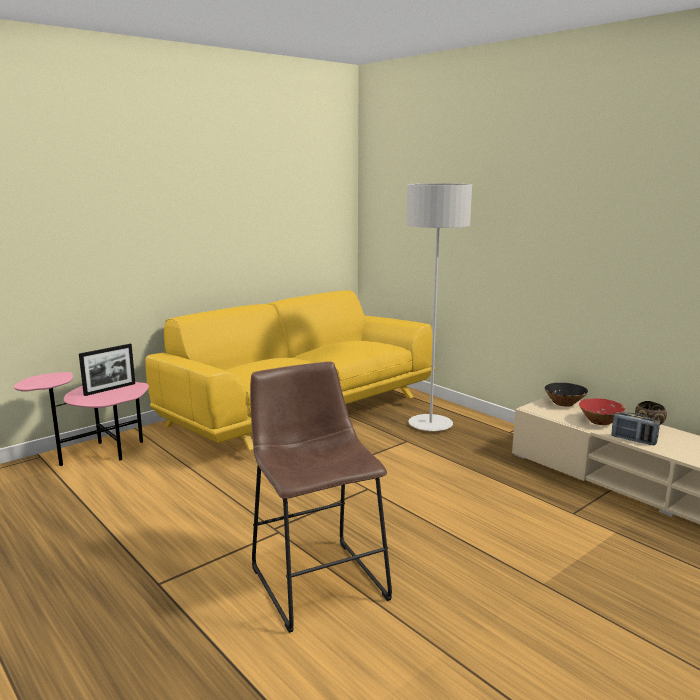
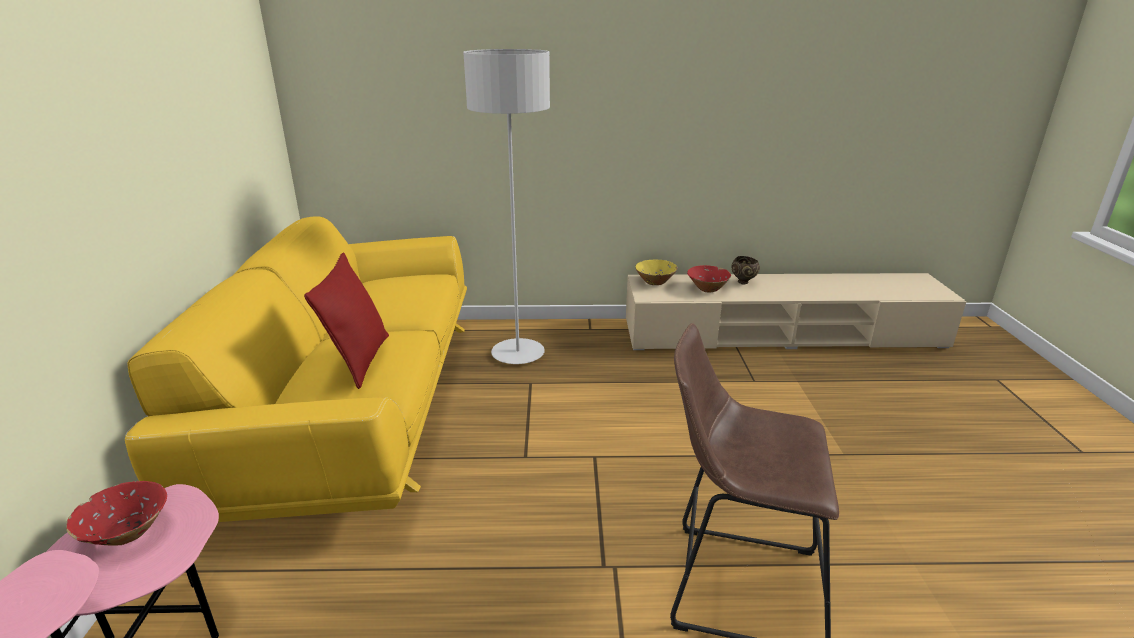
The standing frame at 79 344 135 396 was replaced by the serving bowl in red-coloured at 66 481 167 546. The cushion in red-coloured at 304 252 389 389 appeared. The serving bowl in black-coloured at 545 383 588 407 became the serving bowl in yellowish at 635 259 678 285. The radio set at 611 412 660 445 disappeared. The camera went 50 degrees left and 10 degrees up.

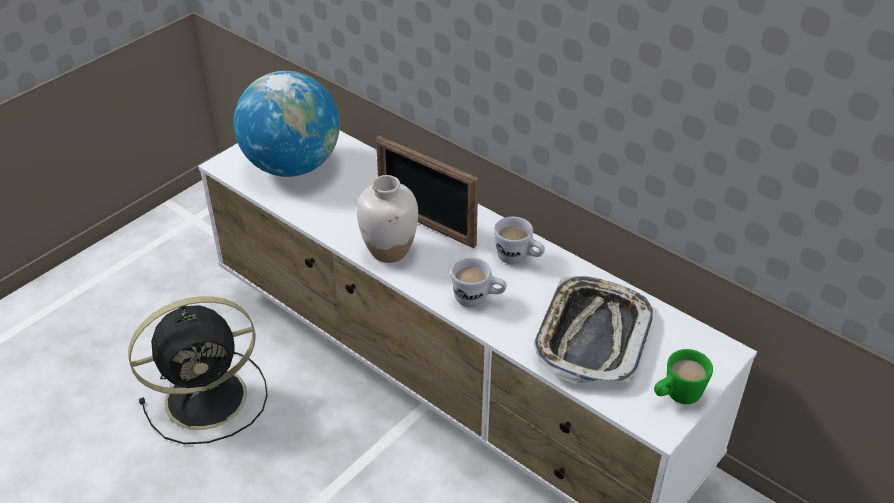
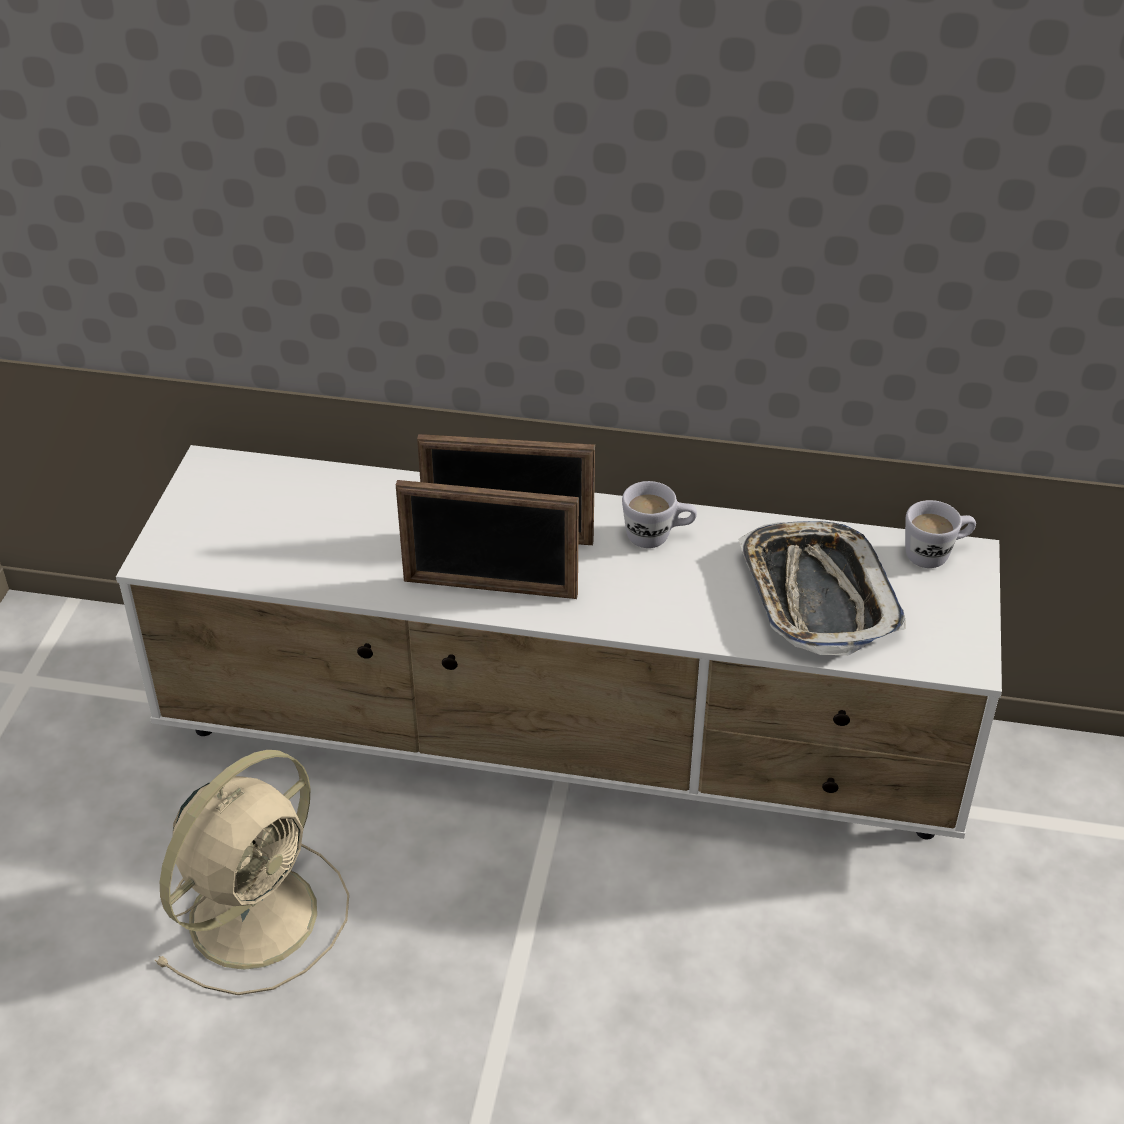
The cooling fan in black-coloured at 128 296 268 445 became the cooling fan in beige-coloured at 155 750 349 995. The decorative vase in whitish at 357 175 418 263 was replaced by the standing frame at 396 480 579 599. The tea mug in whitish moved from 451 257 506 307 to 905 500 976 568. The desk globe at 234 71 340 177 disappeared. The tea mug in greenish at 654 349 713 404 disappeared. The camera went 30 degrees left and 0 degrees up.

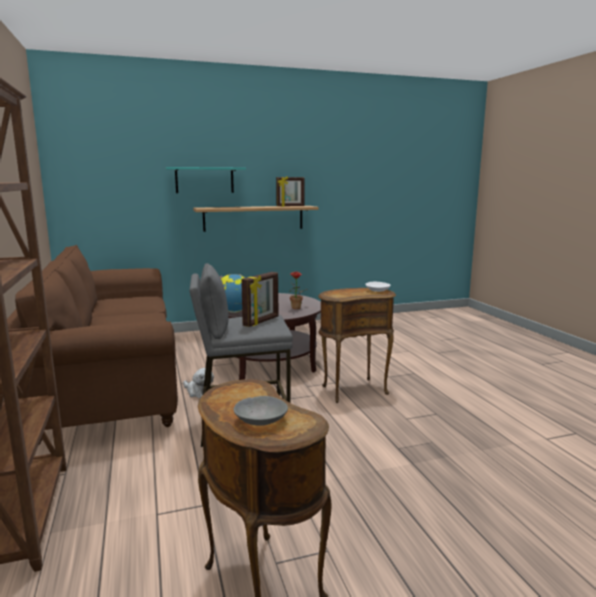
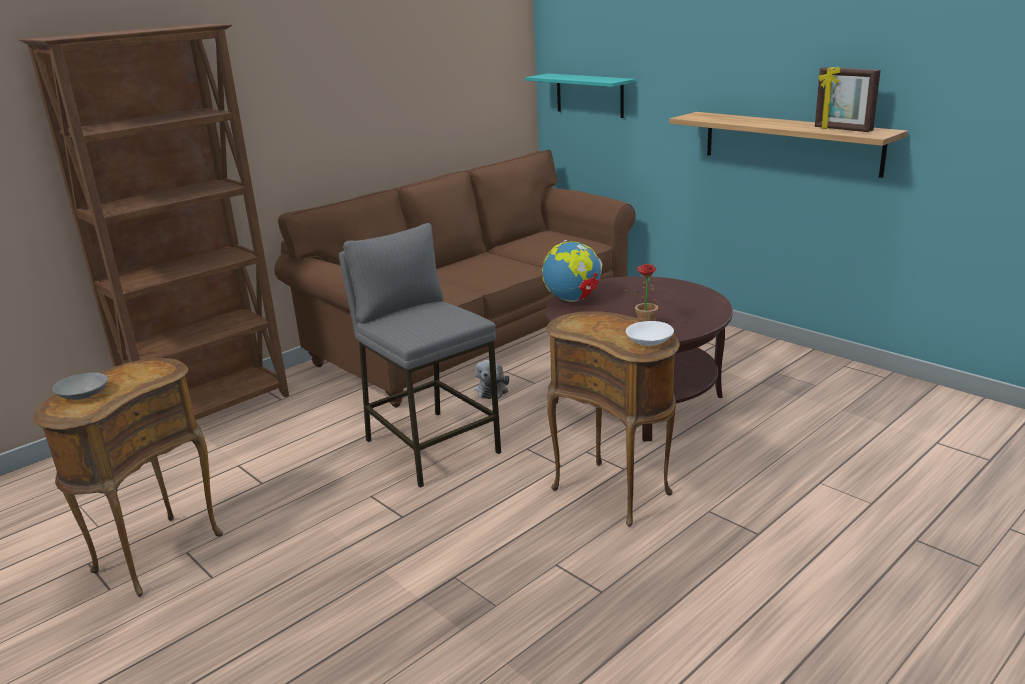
The wall shelf in turquoise moved from 165 167 246 193 to 525 73 635 118. The standing frame at 241 272 279 327 disappeared. The camera went 65 degrees right and 10 degrees up.

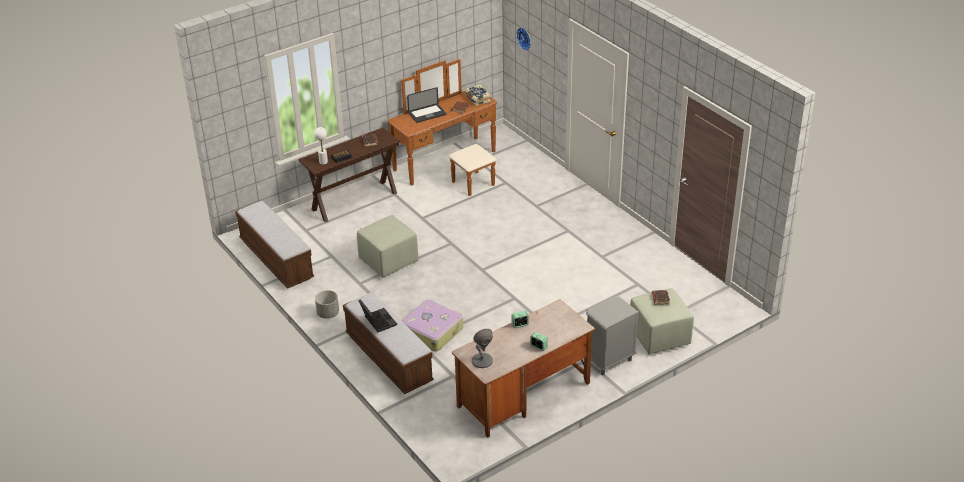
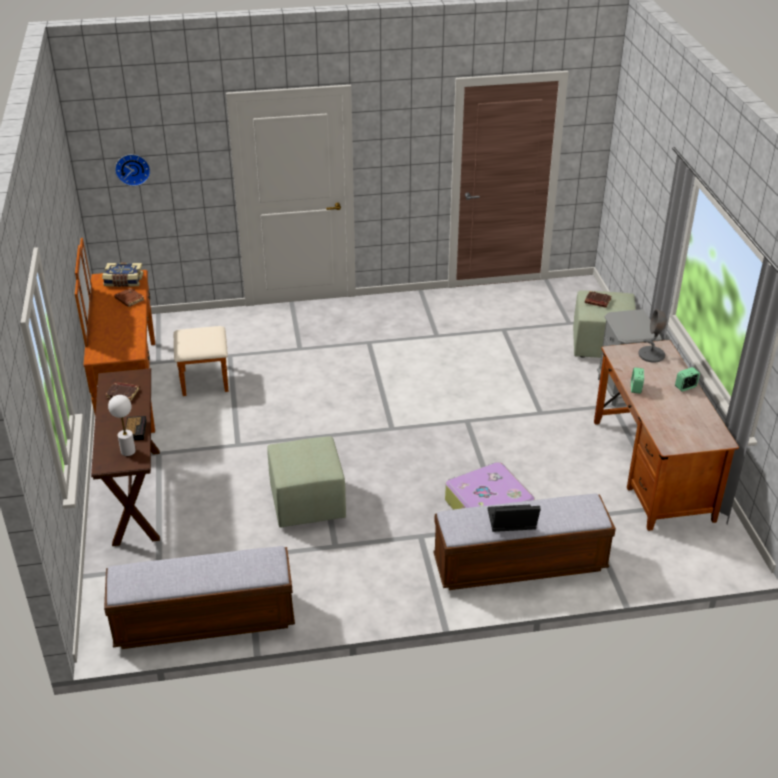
The table lamp in greyish moved from 472 329 493 368 to 638 309 667 363. The flower pot in greyish at 315 290 339 319 disappeared. The laptop at 407 87 446 123 disappeared. The camera went 65 degrees left and 0 degrees up.

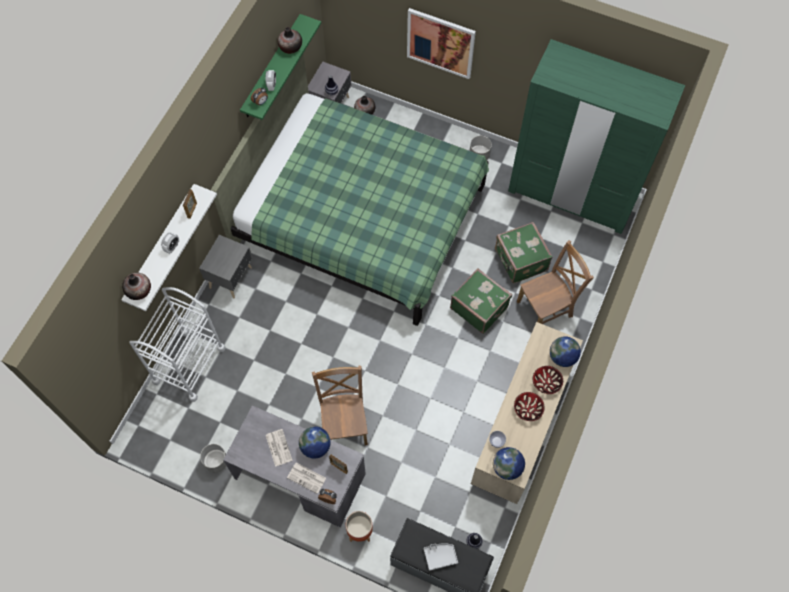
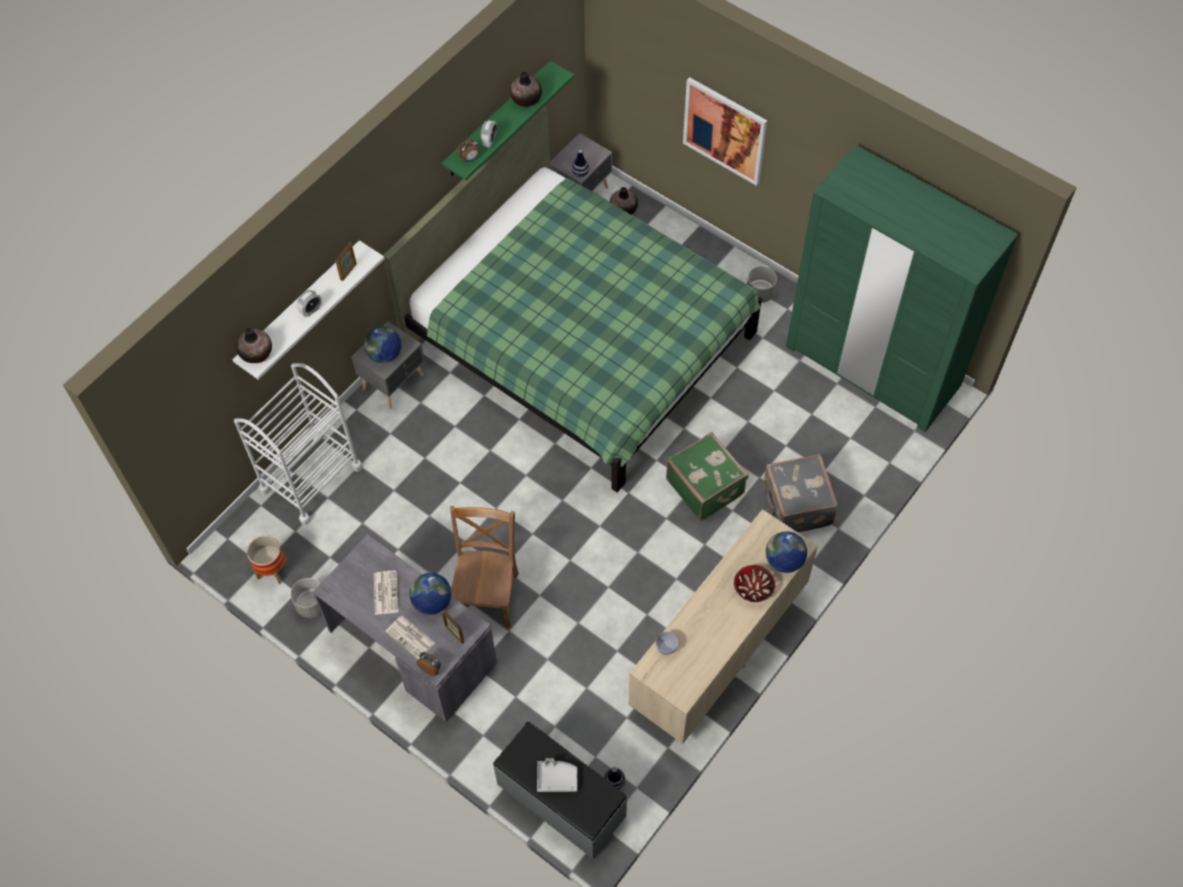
The flower pot moved from 346 511 373 542 to 247 535 289 584. The desk globe moved from 493 447 525 480 to 364 326 401 363. The plain chair in brown at 517 240 594 324 was replaced by the piece of luggage in greyish at 763 454 838 532. The piece of luggage in greenish at 495 222 552 283 disappeared. The serving bowl at 514 392 545 421 disappeared. The camera went 15 degrees right and 5 degrees down.

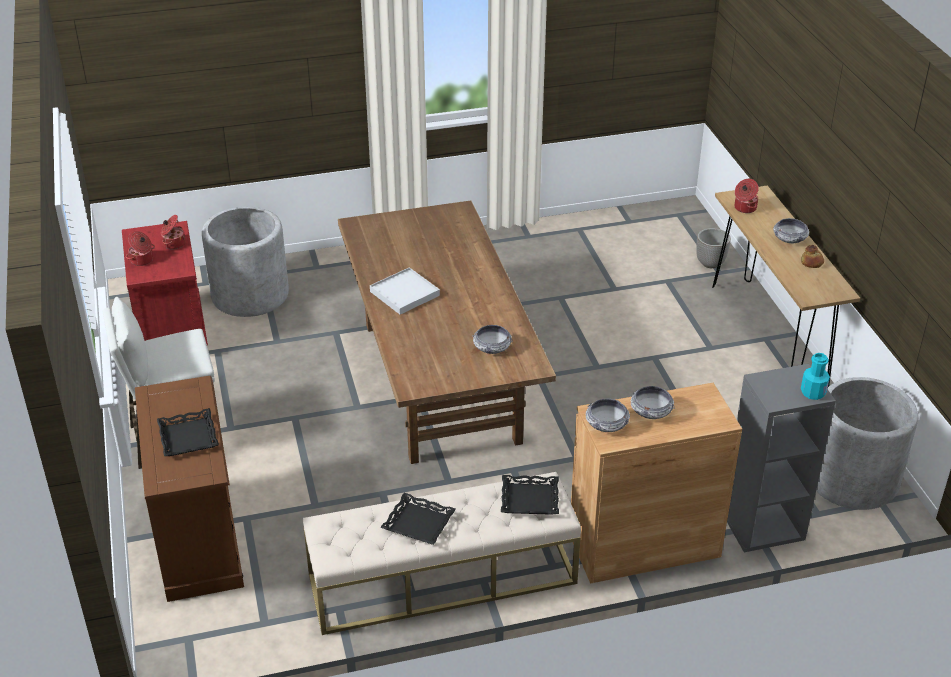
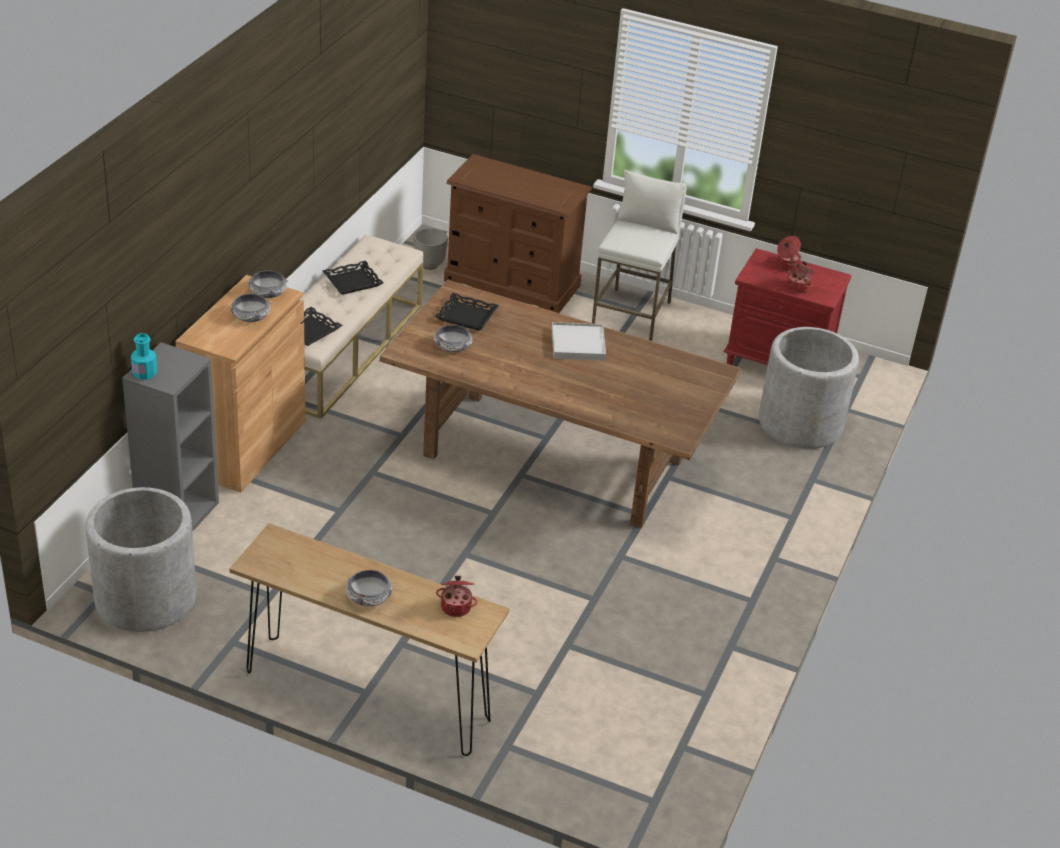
The flower pot moved from 696 228 731 268 to 413 228 448 270. The serving tray in black-coloured moved from 157 408 219 456 to 435 293 499 330. The bakery bread at 801 245 824 268 disappeared. The camera went 125 degrees right and 0 degrees up.

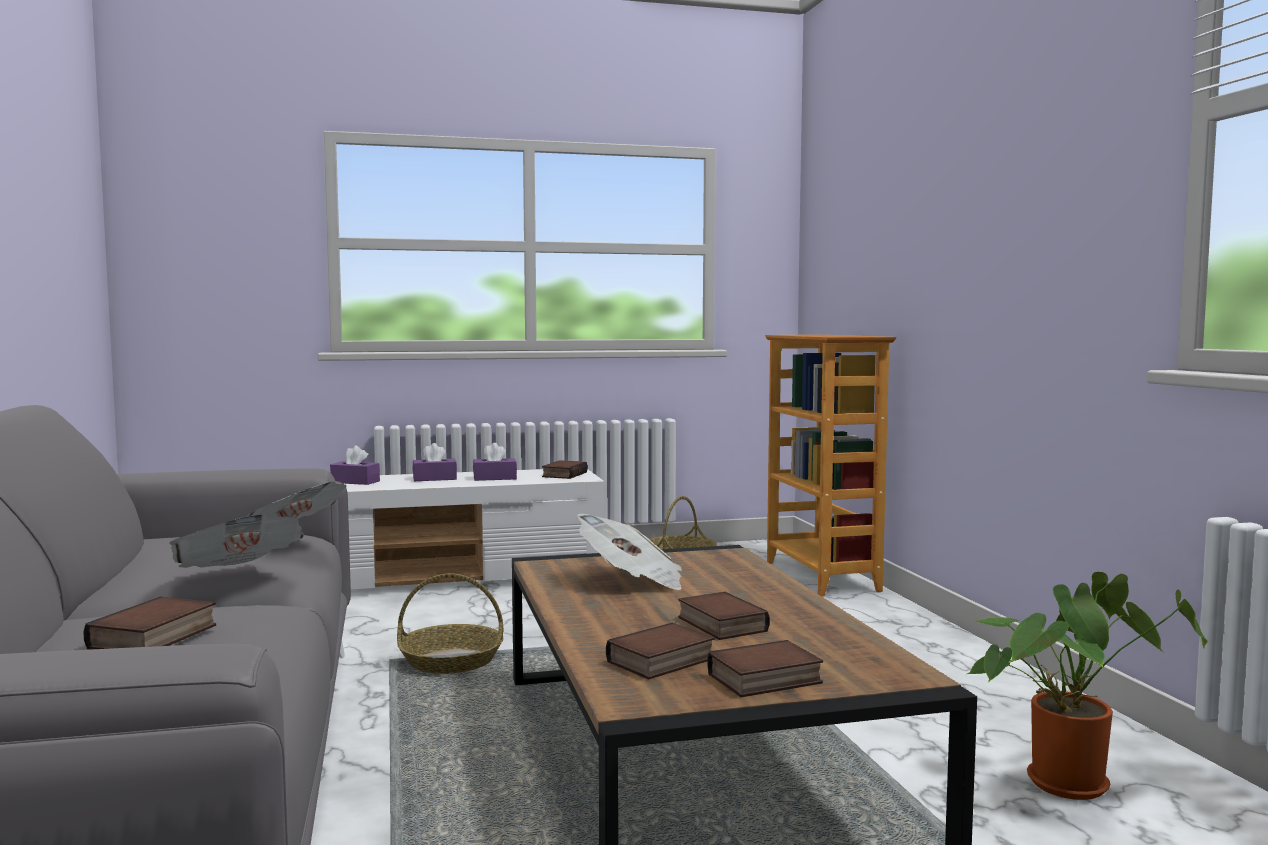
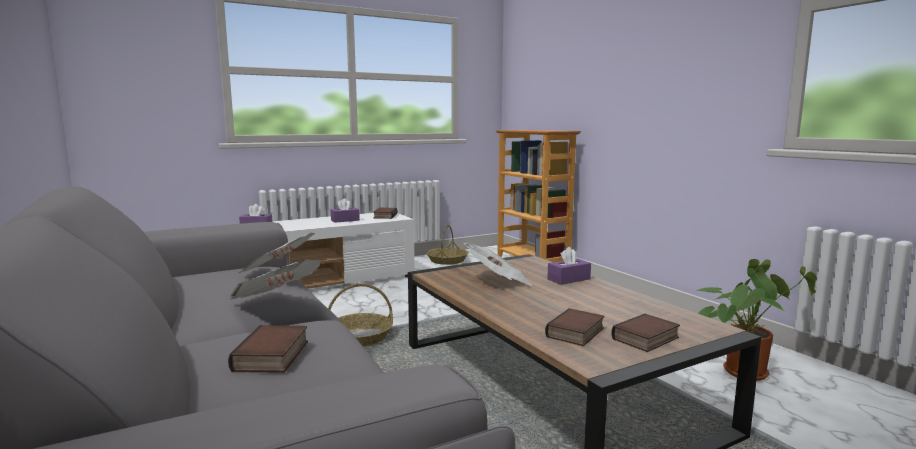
The tissue box in purple-coloured moved from 412 443 457 481 to 547 247 591 285. The bound book at 678 592 770 640 disappeared. The camera went 15 degrees left and 5 degrees up.

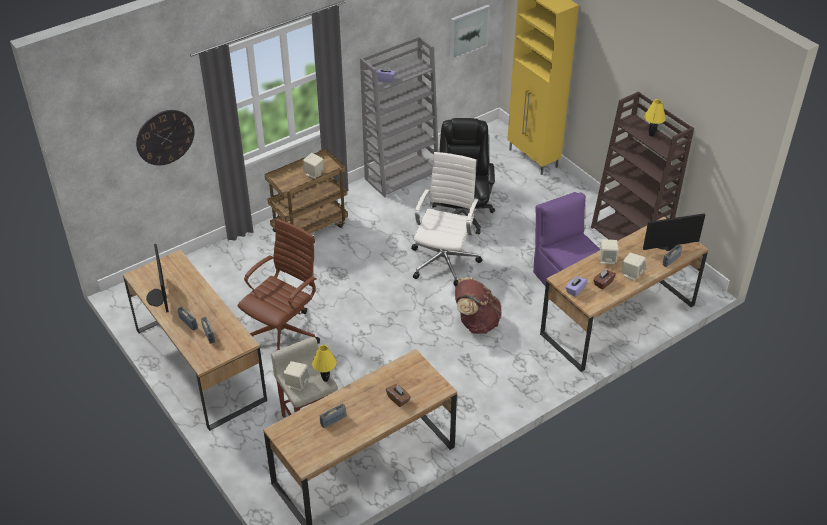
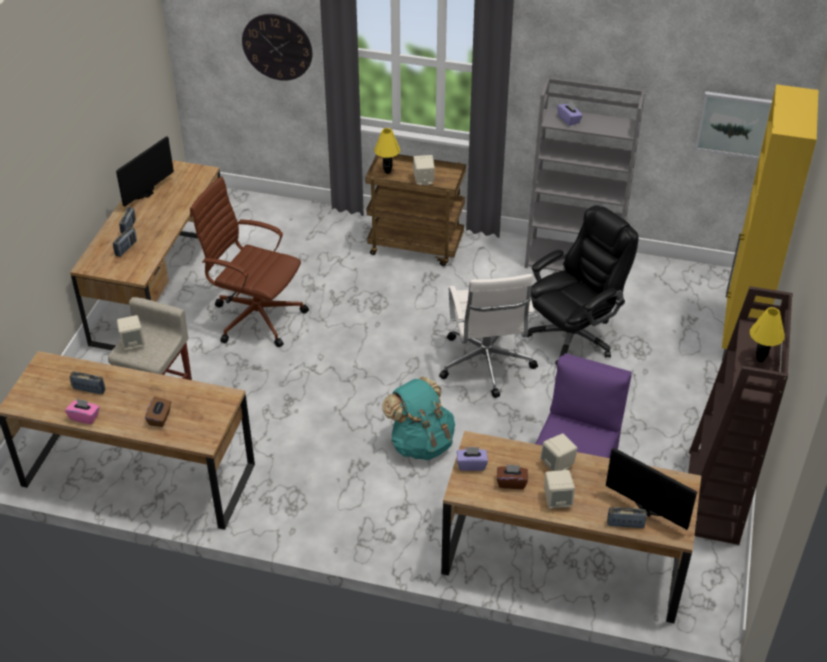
The tissue box in pinkish at 65 398 100 424 appeared. The computer chair in brown at 238 219 320 350 turned 150 degrees counterclockwise. The table lamp in yellowish moved from 312 345 337 382 to 374 128 400 174. The knapsack in brown at 455 277 501 334 became the knapsack in turquoise at 382 376 455 460. The computer chair in whitish at 411 152 482 287 turned 105 degrees clockwise. The camera went 50 degrees right and 0 degrees up.

